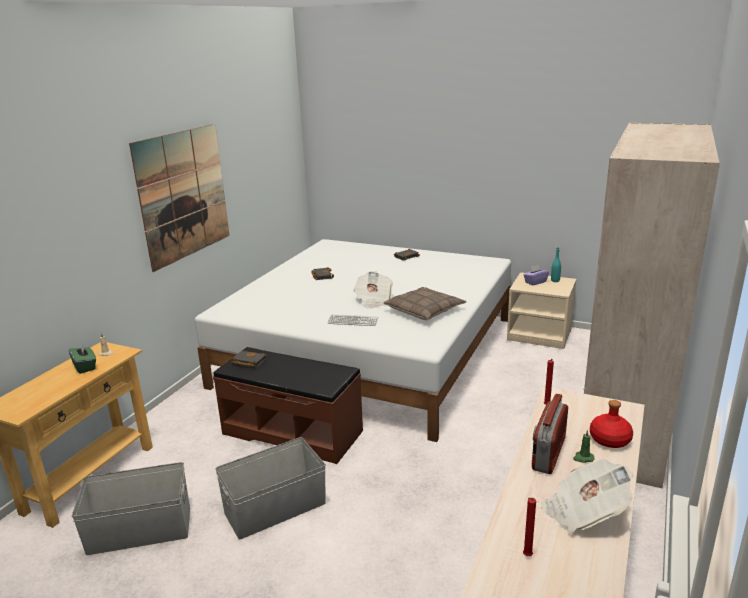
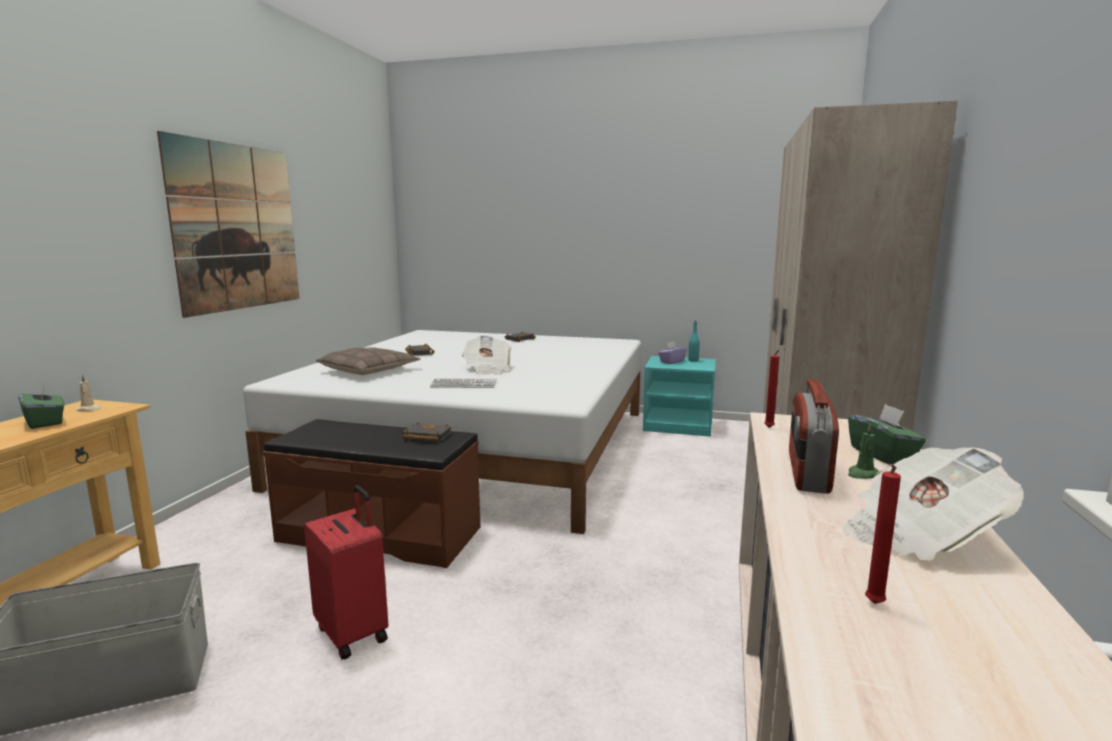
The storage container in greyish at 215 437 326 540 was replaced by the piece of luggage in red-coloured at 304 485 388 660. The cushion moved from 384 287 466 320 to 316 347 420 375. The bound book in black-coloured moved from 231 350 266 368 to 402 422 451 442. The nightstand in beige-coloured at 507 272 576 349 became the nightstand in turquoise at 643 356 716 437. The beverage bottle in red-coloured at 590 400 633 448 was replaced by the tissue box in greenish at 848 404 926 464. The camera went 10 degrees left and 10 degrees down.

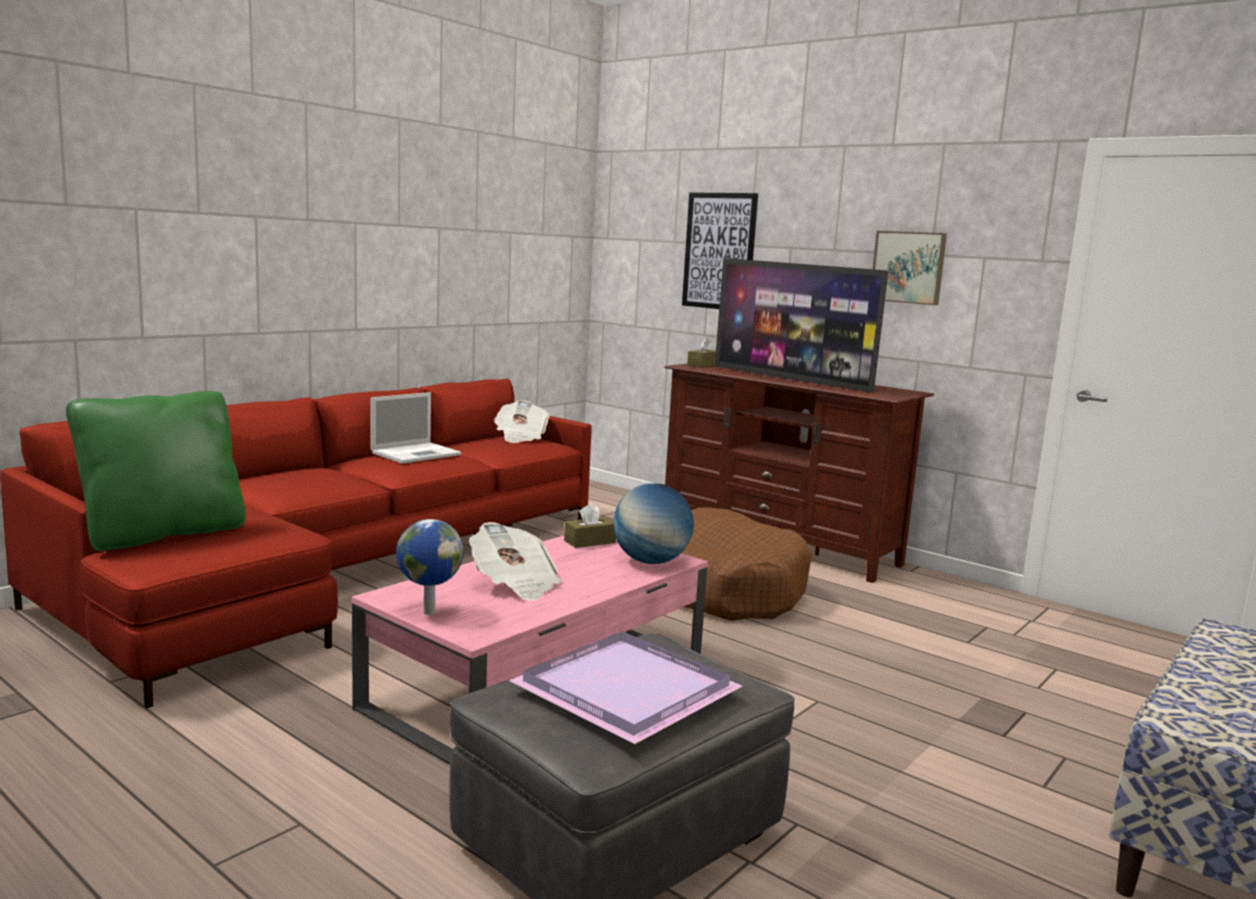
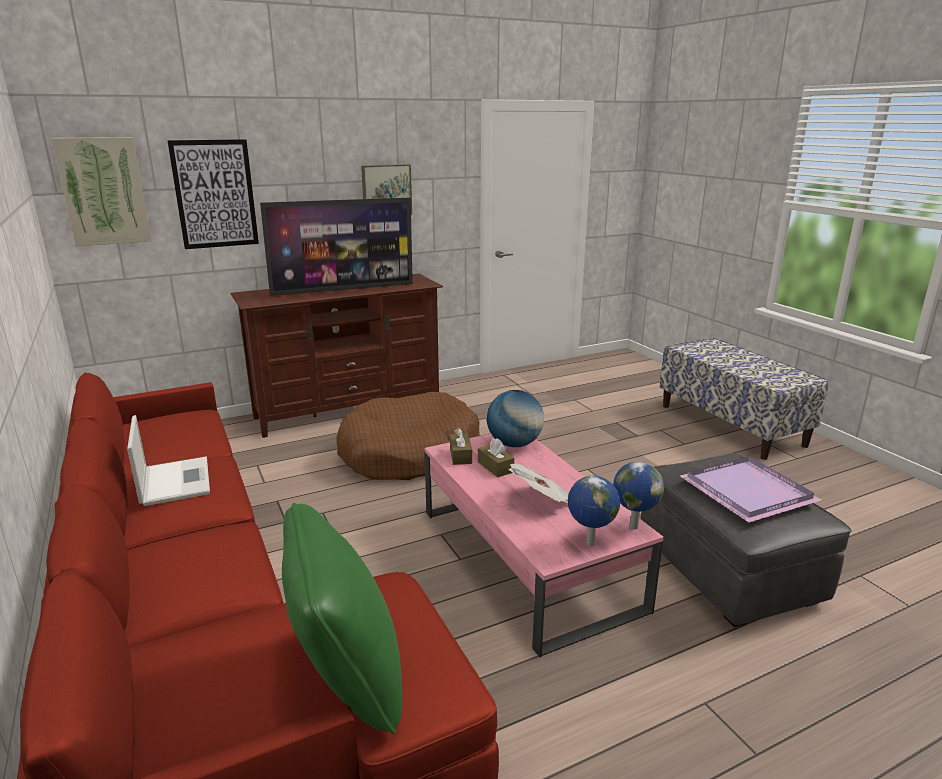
The wall art at 52 137 152 246 appeared. The tissue box in brown moved from 687 338 716 367 to 478 438 514 477. The desk globe at 613 461 664 529 appeared. The daily paper at 494 400 550 443 disappeared. The camera went 65 degrees left and 10 degrees up.

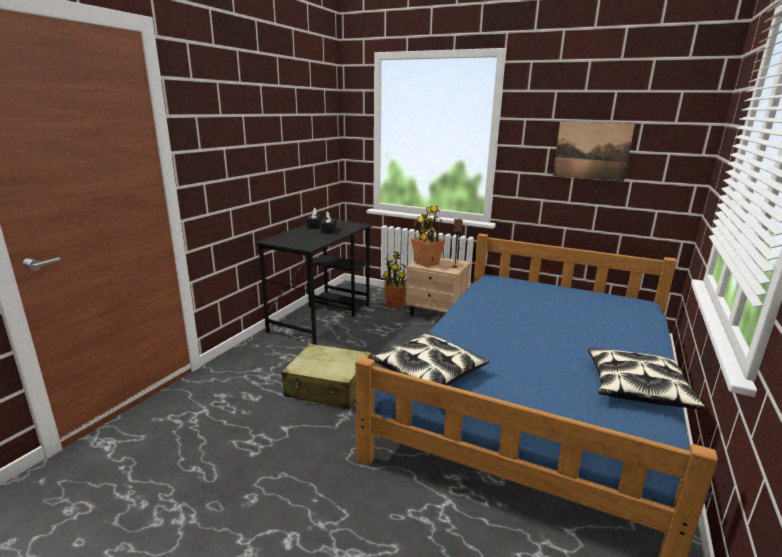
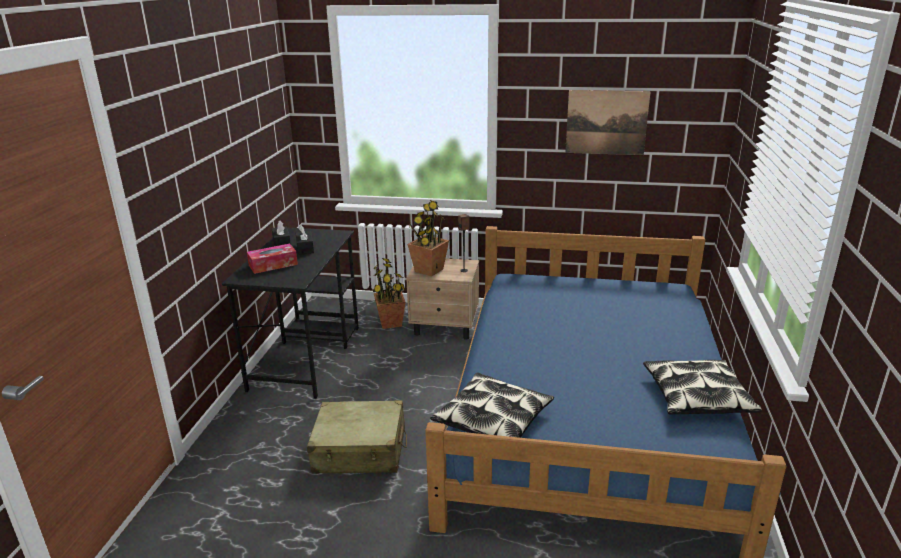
The tissue box at 247 244 298 274 appeared. The camera went 15 degrees left and 5 degrees up.

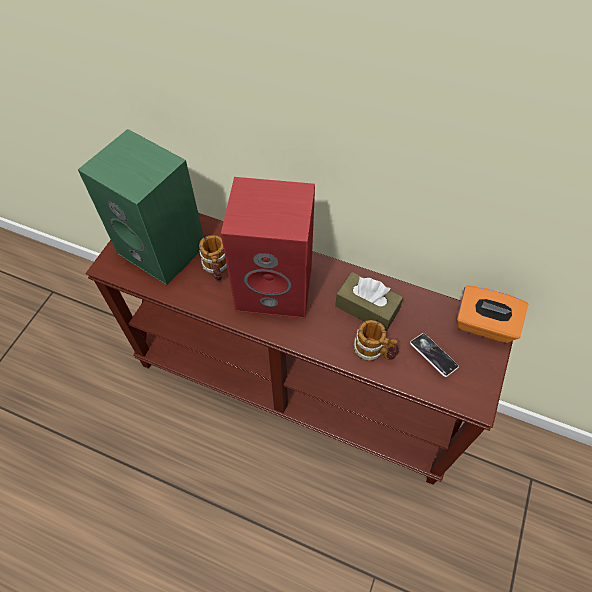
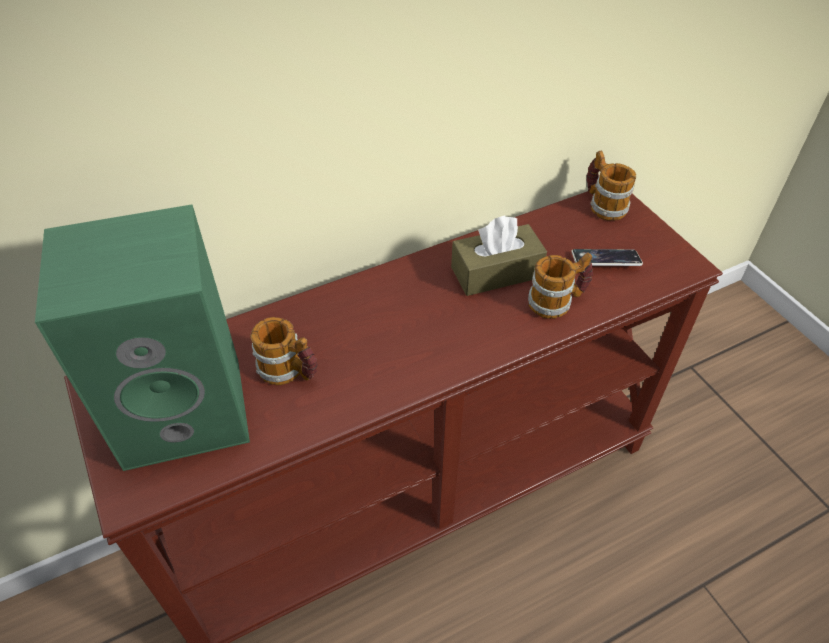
The tissue box in orange-coloured at 457 286 528 343 was replaced by the tea mug at 586 151 636 221. The audio speaker in red-coloured at 221 177 315 318 disappeared. The camera went 50 degrees left and 10 degrees down.

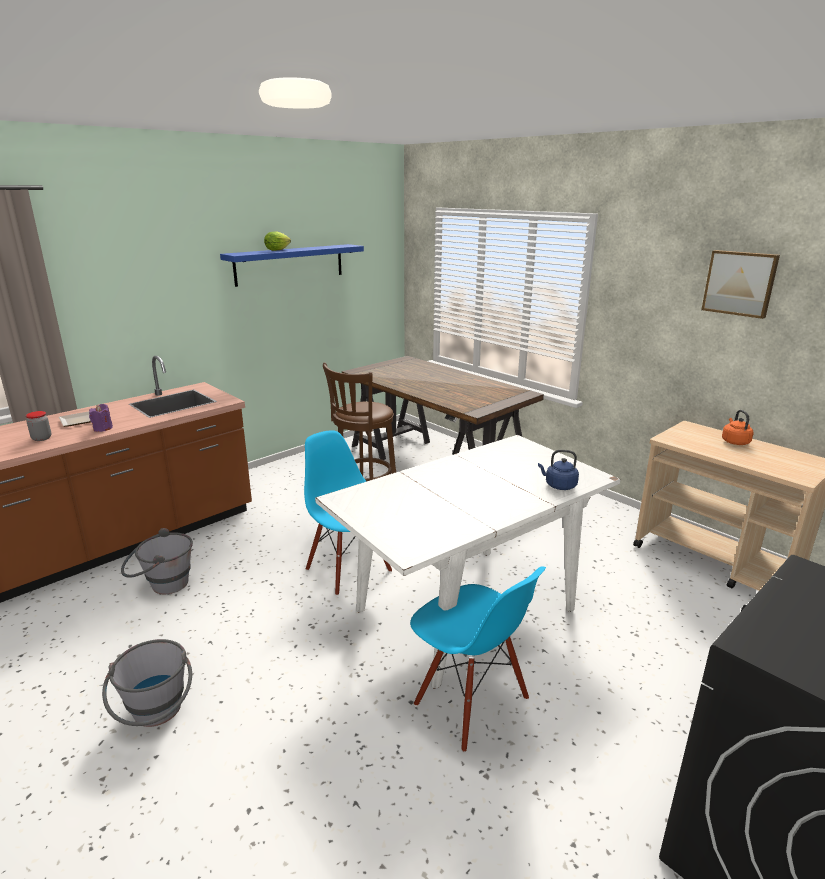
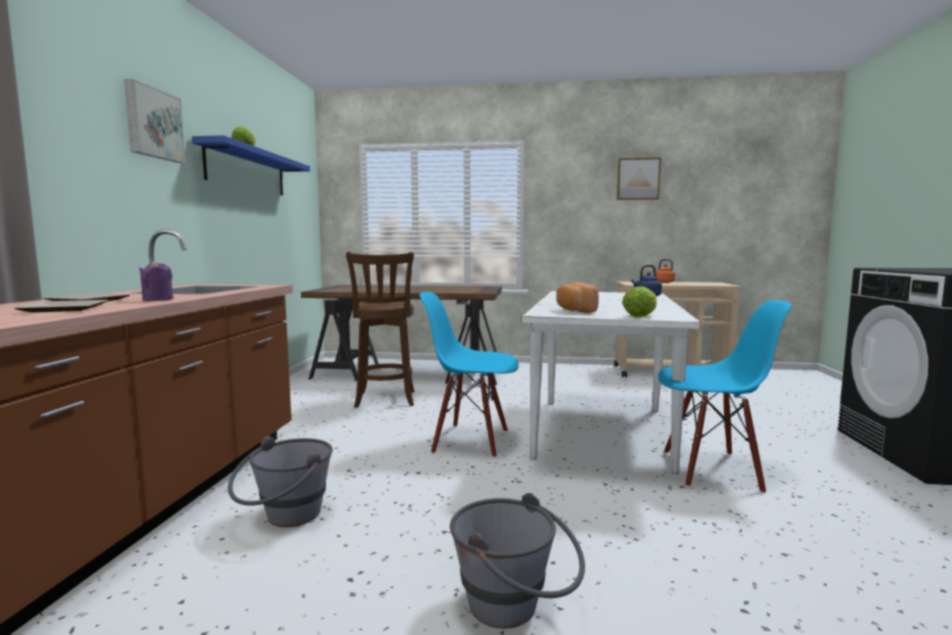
The preserve jar at 26 411 51 441 was replaced by the dinner plate at 14 300 108 313. The wall art at 124 79 186 163 appeared. The bakery bread at 556 282 599 313 appeared. The lettuce head at 622 286 657 317 appeared. The camera went 40 degrees left and 15 degrees down.

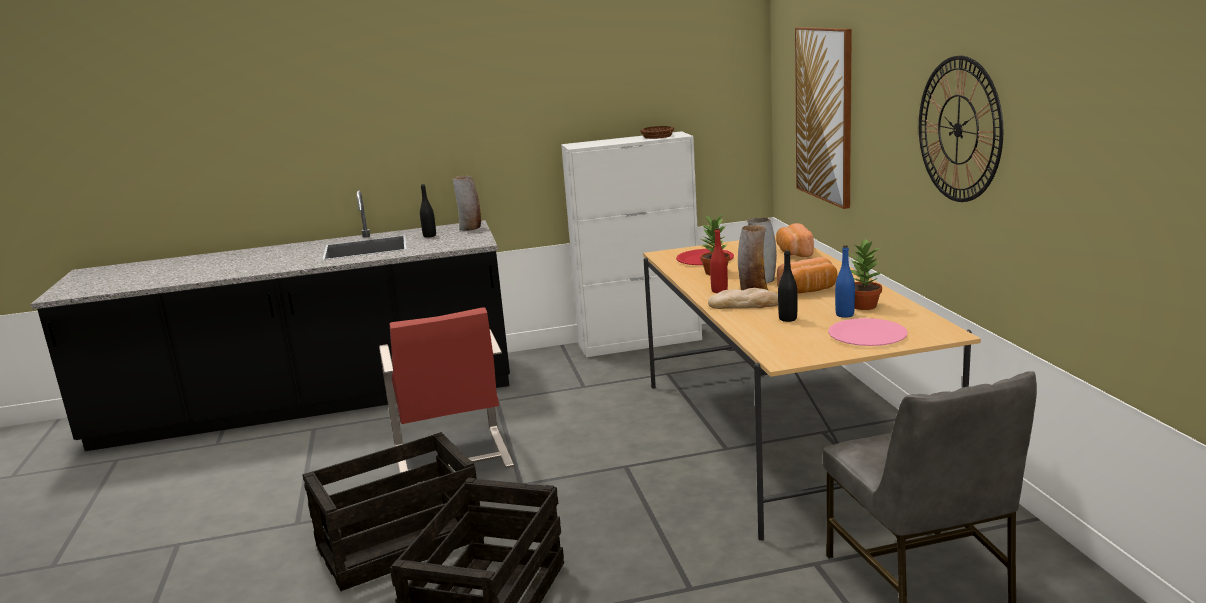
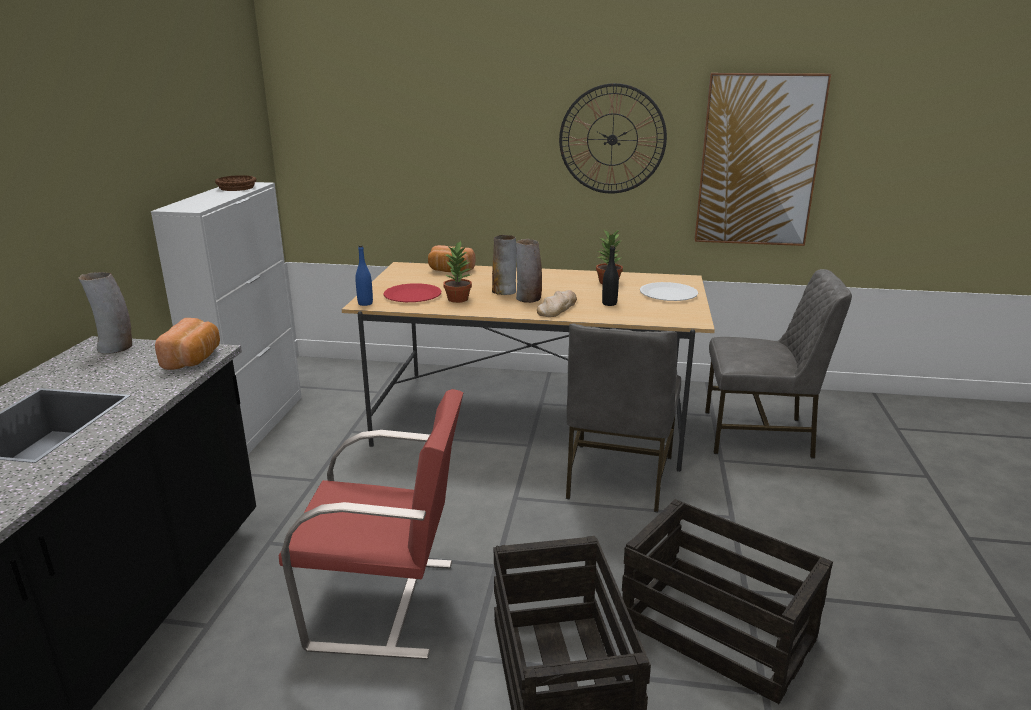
The bakery bread moved from 777 257 838 293 to 155 318 220 370. The beverage bottle in blue-coloured moved from 835 245 855 318 to 355 245 373 306. The plain chair in greyish at 566 323 681 513 appeared. The dinner plate in pinkish at 828 318 907 346 became the dinner plate in whitish at 640 282 698 301. The wall art moved from 795 27 852 209 to 694 73 831 246. The beverage bottle in black-coloured at 420 184 436 238 disappeared. The beverage bottle in red-coloured at 710 228 728 293 disappeared. The camera went 70 degrees left and 5 degrees up.

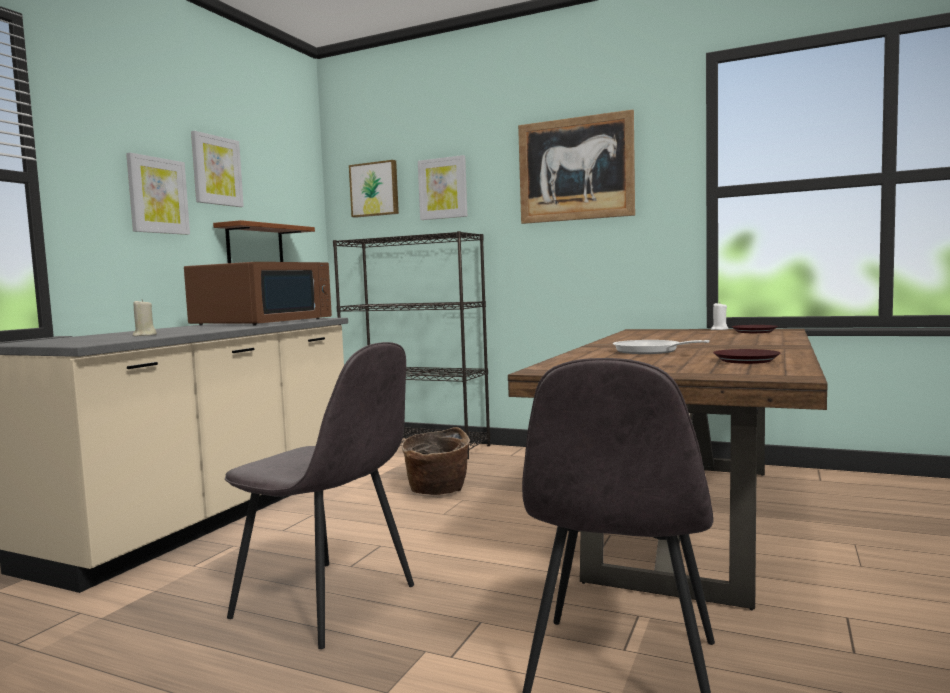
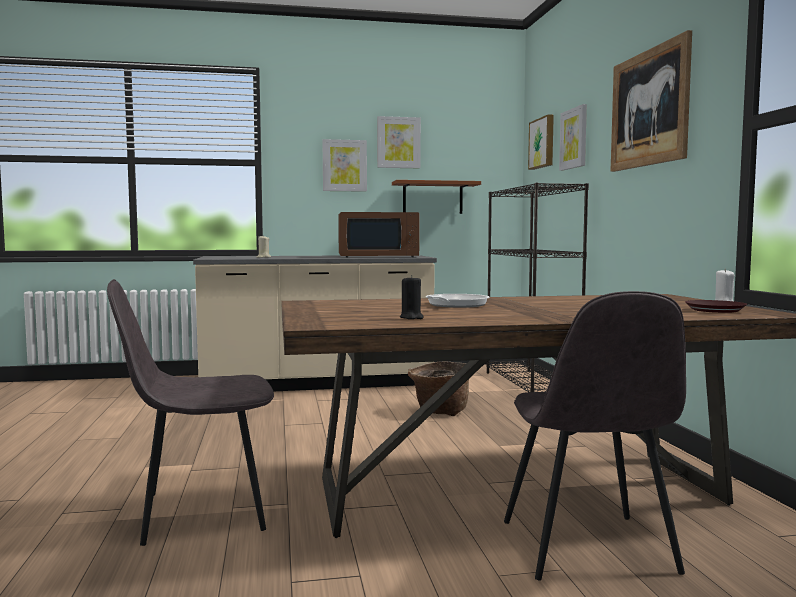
The dinner plate in brown at 713 349 780 364 was replaced by the wax light in black-coloured at 400 275 424 319. The plain chair in greyish moved from 225 342 414 649 to 504 291 686 581. The camera went 55 degrees right and 0 degrees up.

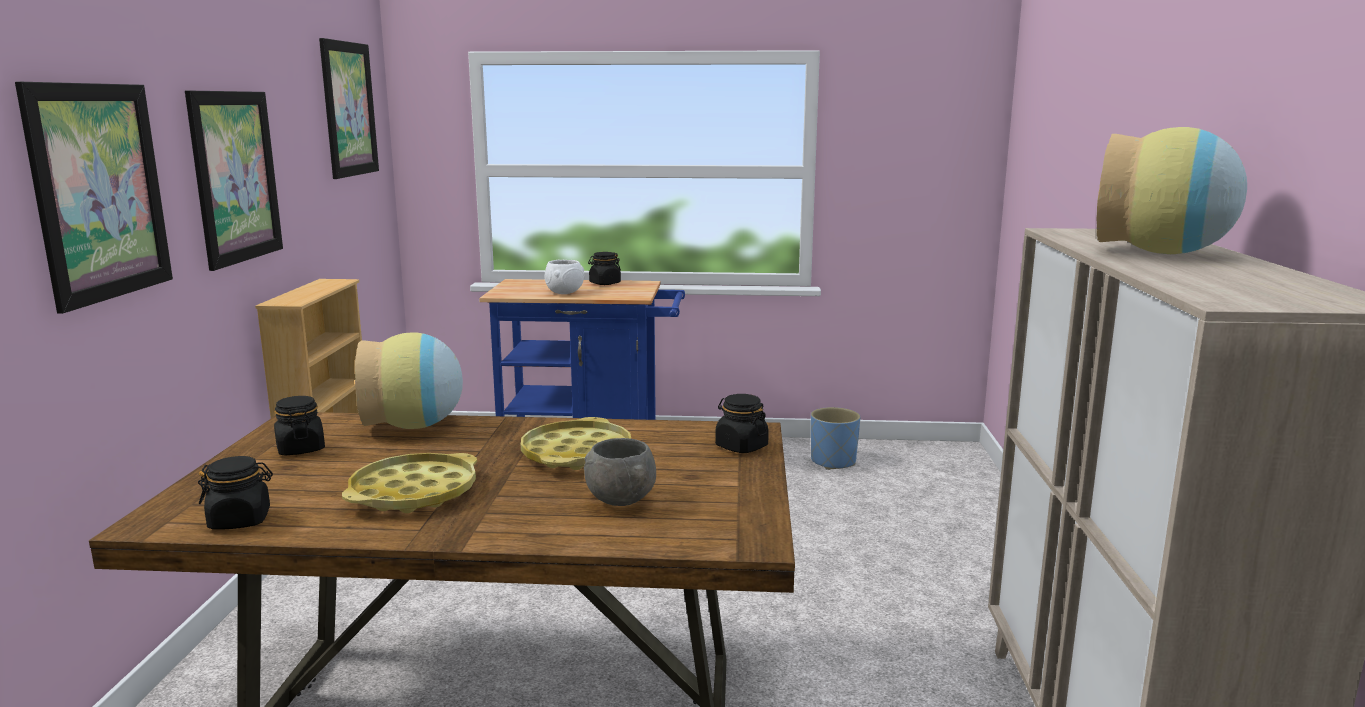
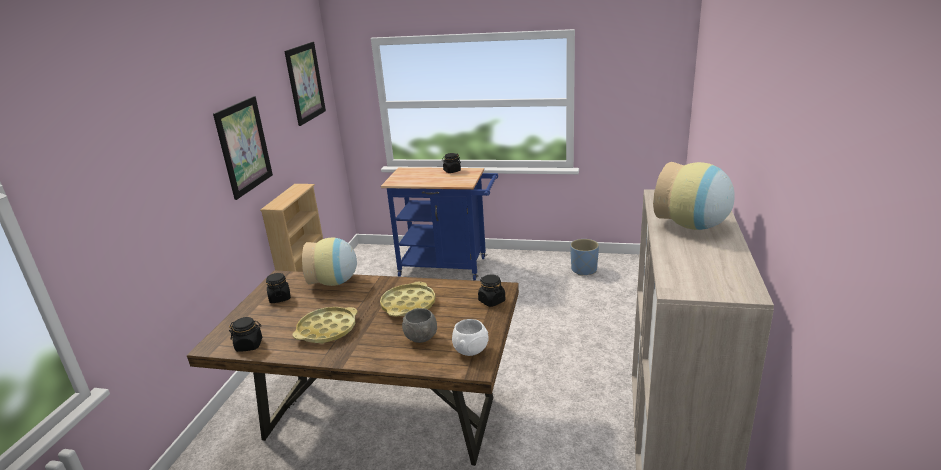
The serving bowl in whitish moved from 545 260 585 294 to 452 319 489 356. The wall art at 15 82 173 314 disappeared. The camera went 10 degrees right and 10 degrees up.

